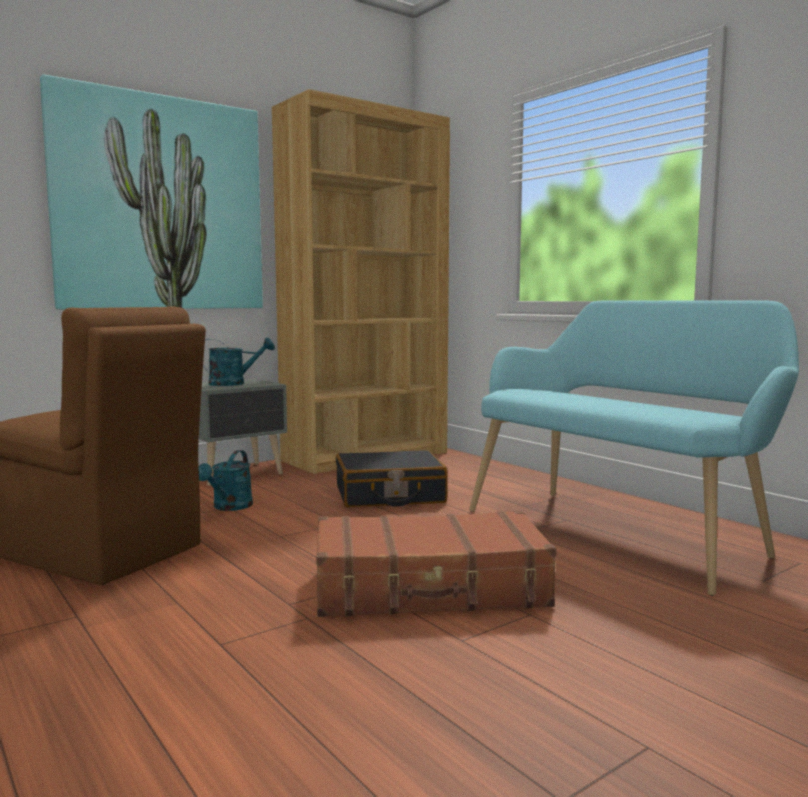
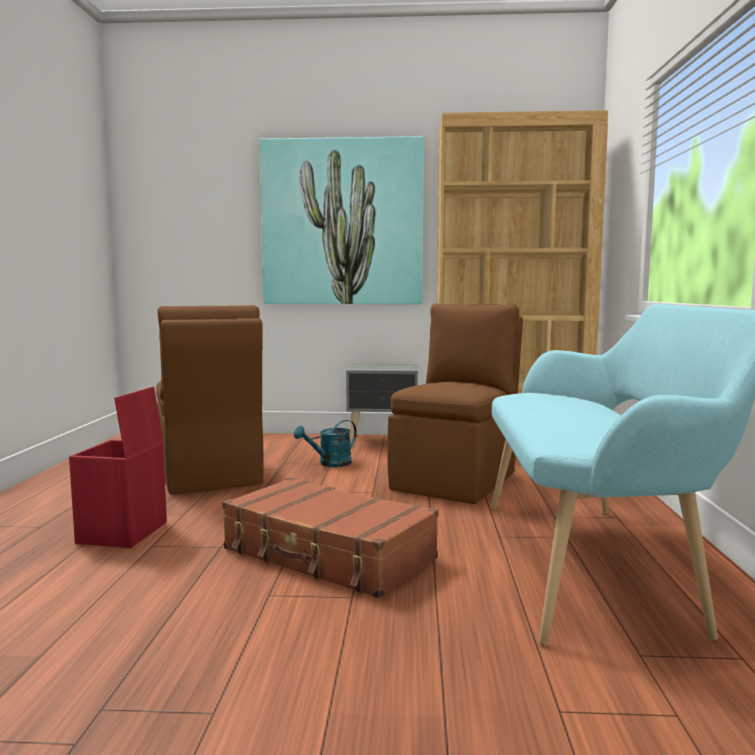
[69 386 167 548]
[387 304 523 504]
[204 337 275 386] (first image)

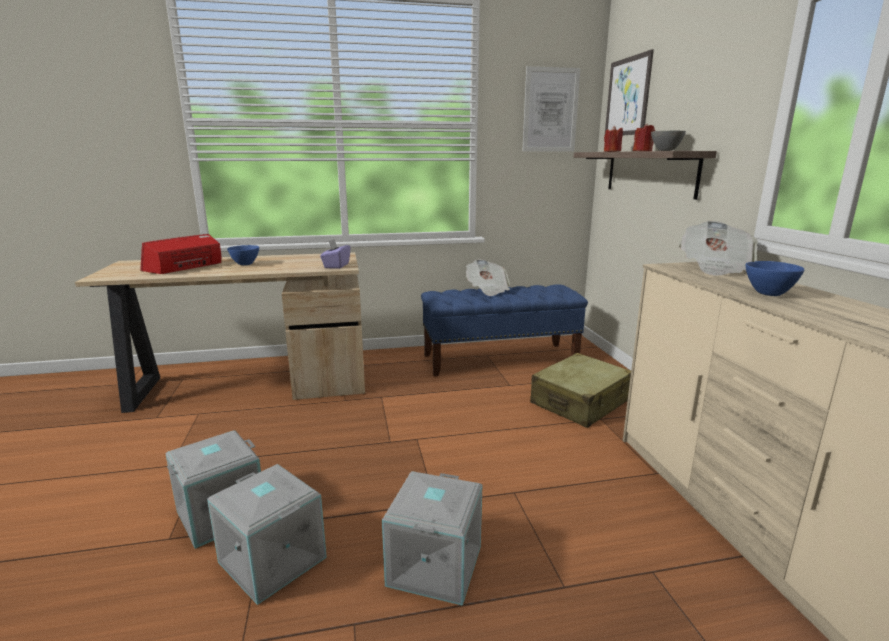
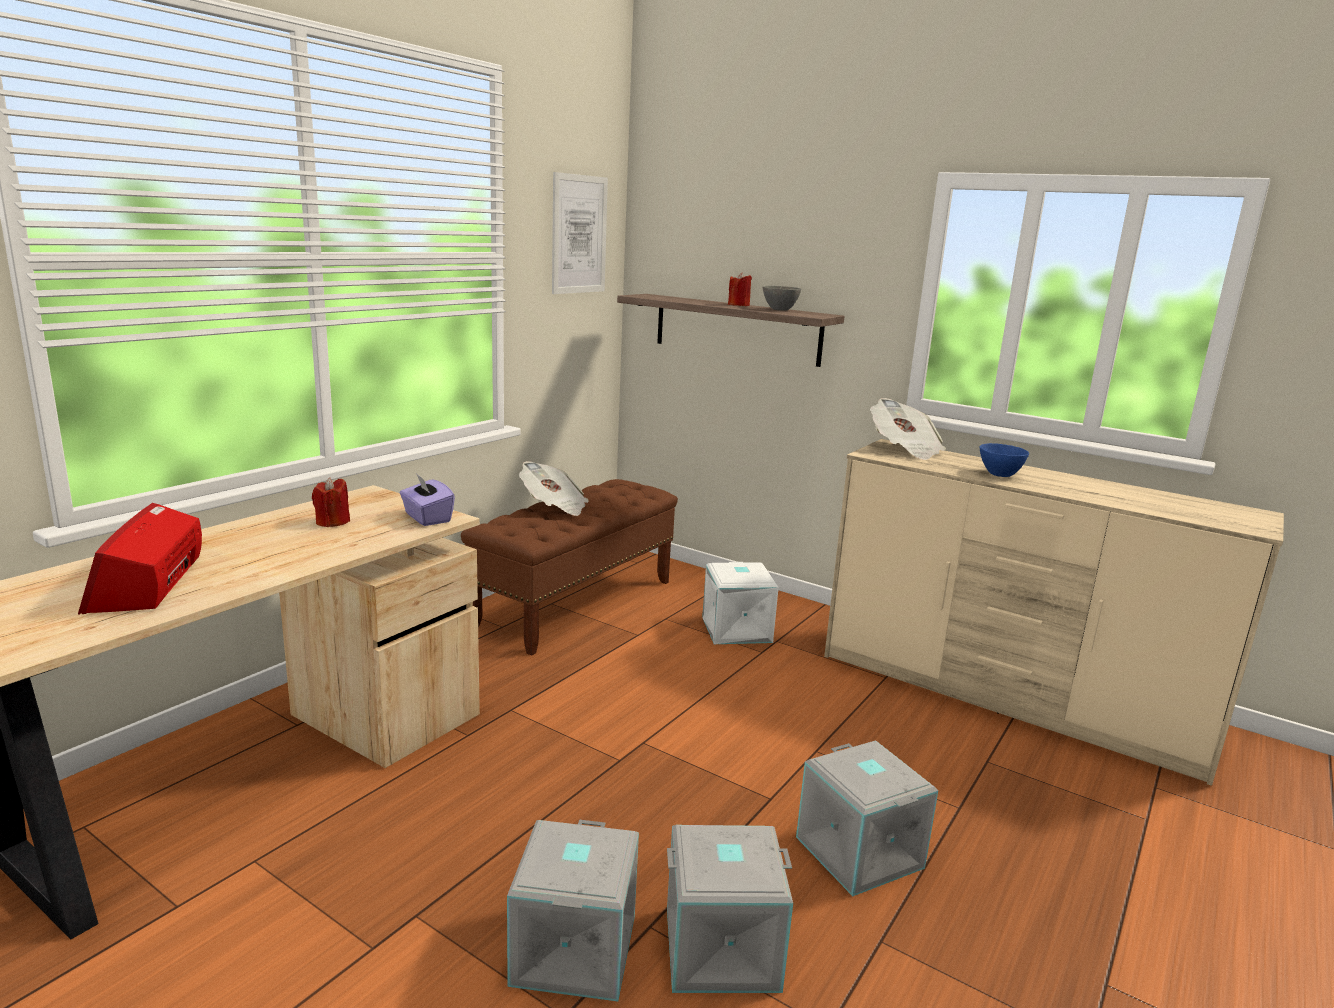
[312 477 350 527]
[461 479 678 656]
[702 562 779 644]
[227 245 259 265] (first image)
[605 49 654 136] (first image)

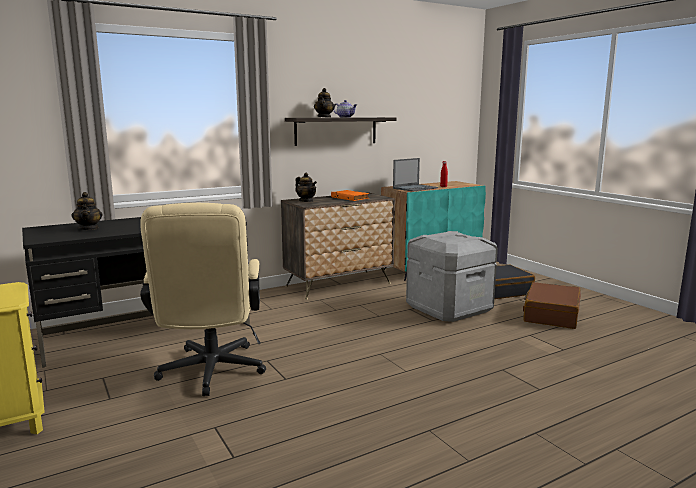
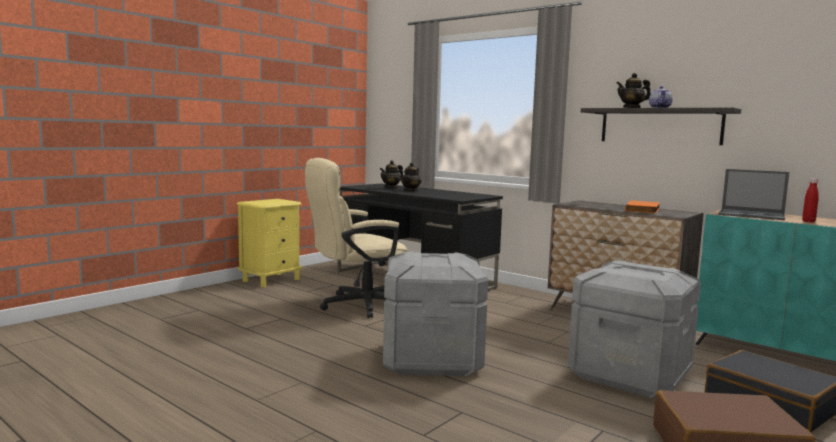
[383 251 488 376]
[401 162 421 192]

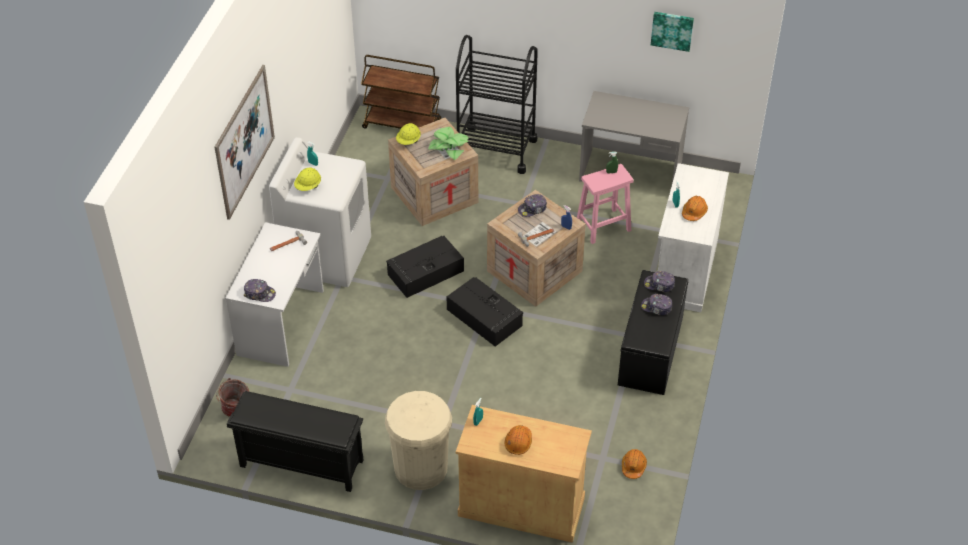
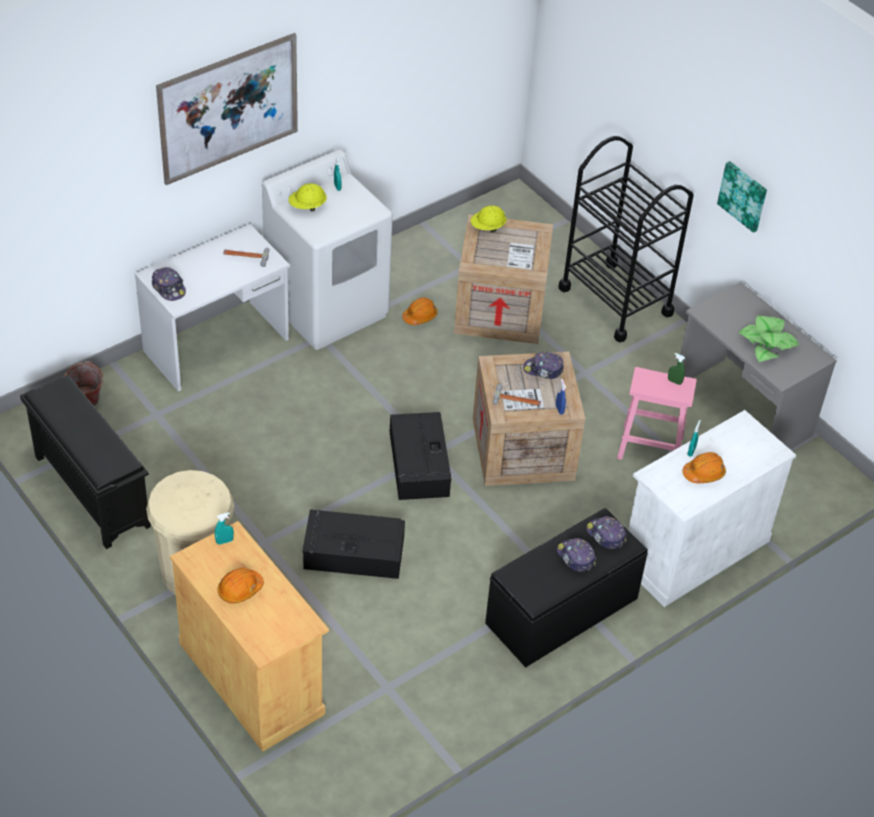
[302 509 405 579]
[402 297 437 325]
[717 161 767 233]
[738 316 799 362]
[361 55 441 129] (first image)

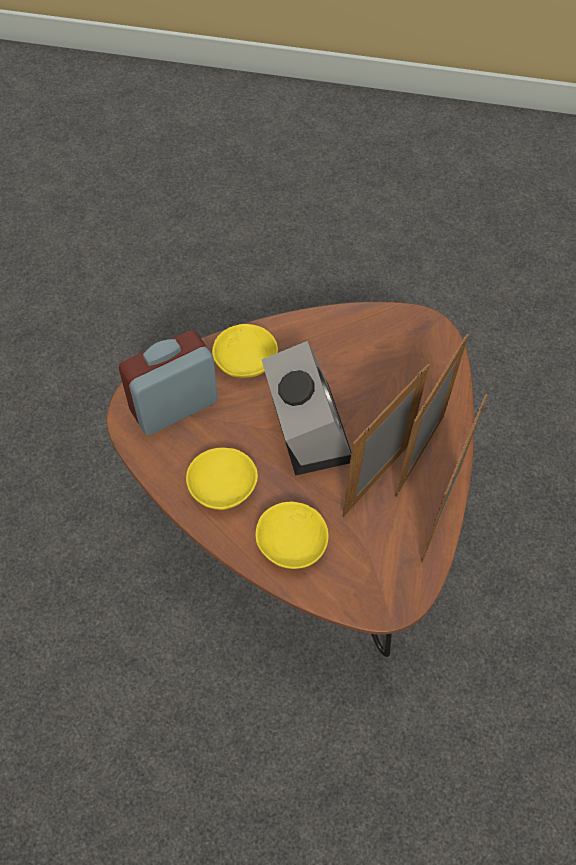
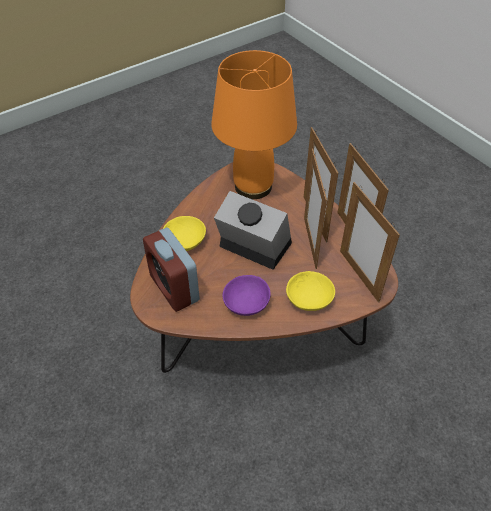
[143 228 200 312]
[211 50 297 199]
[223 275 271 316]
[340 182 400 303]

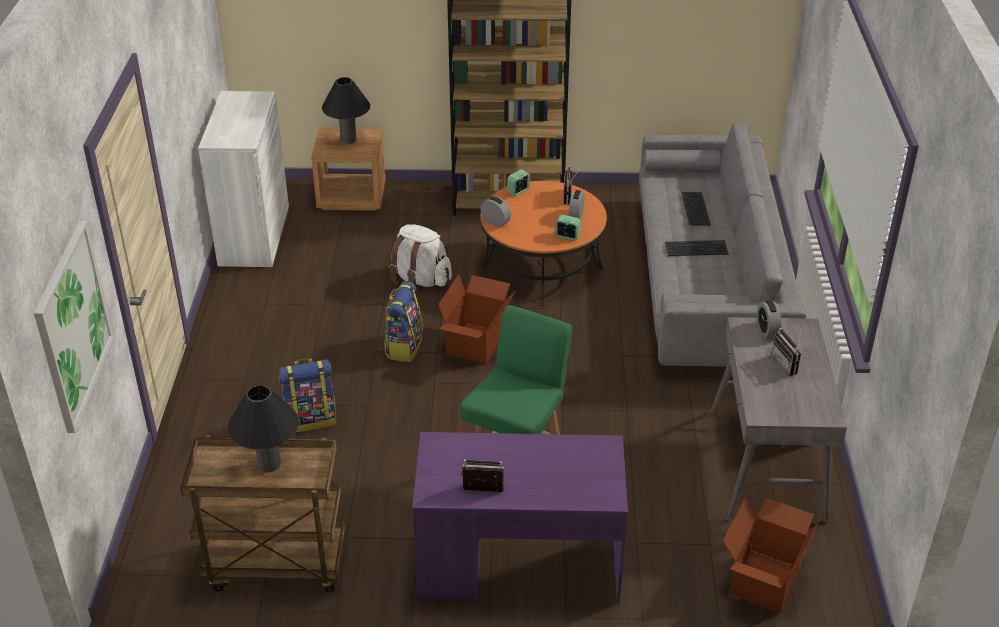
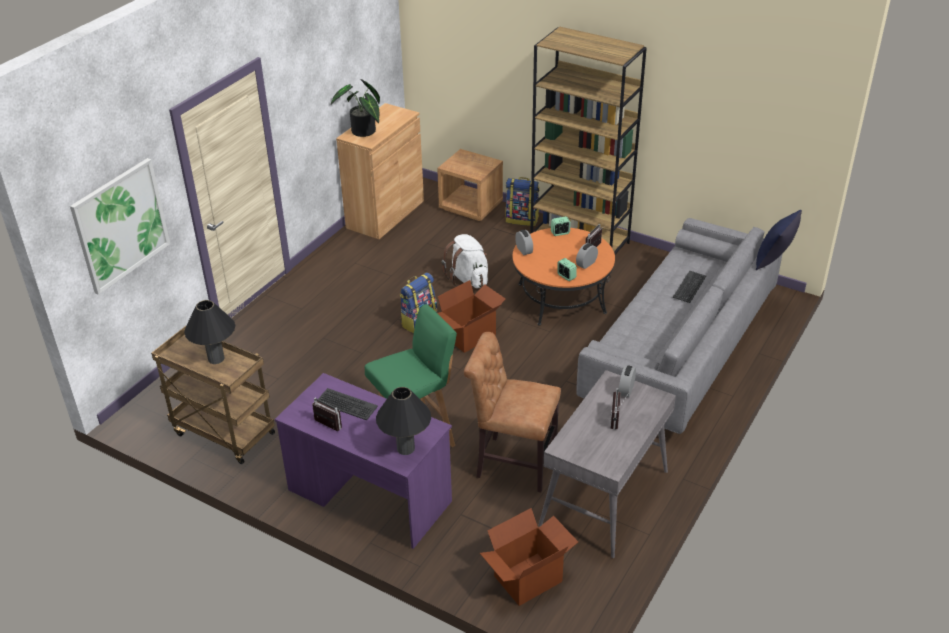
[318 388 378 420]
[331 79 380 137]
[336 103 424 239]
[376 387 431 455]
[464 332 561 493]
[506 177 539 226]
[756 210 802 270]

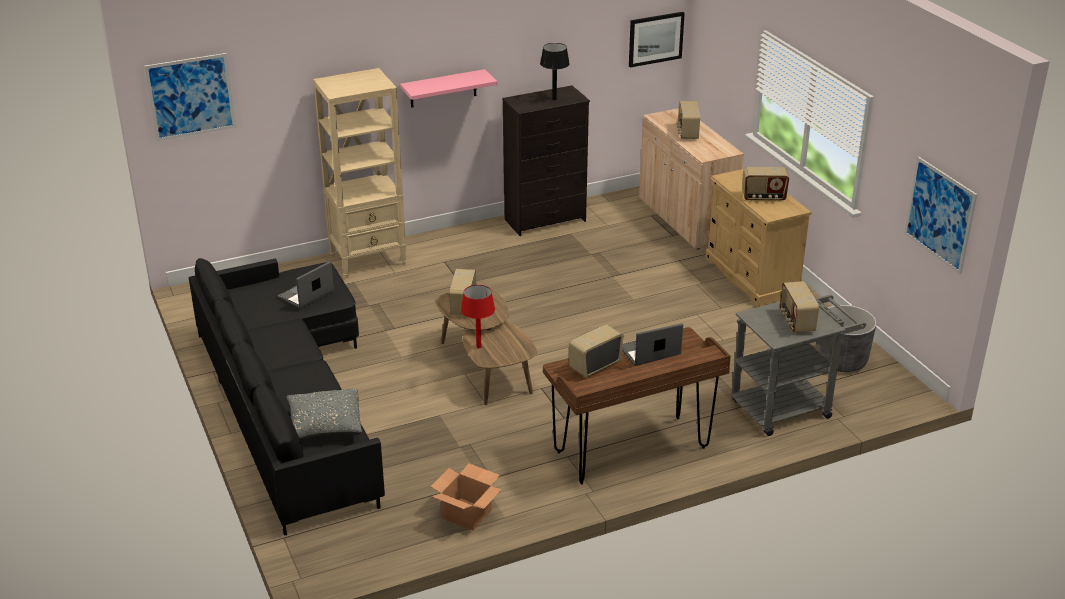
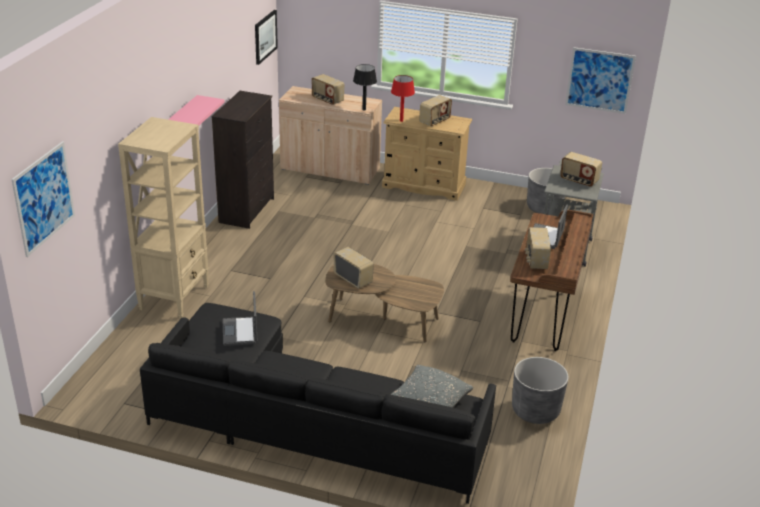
[353 64 377 111]
[391 75 415 122]
[512 357 569 424]

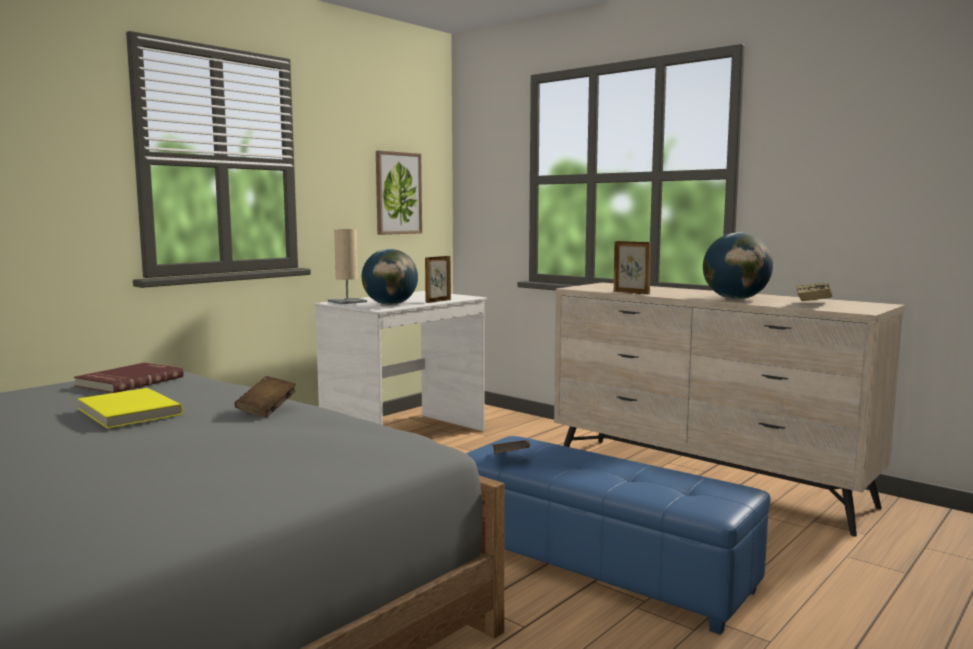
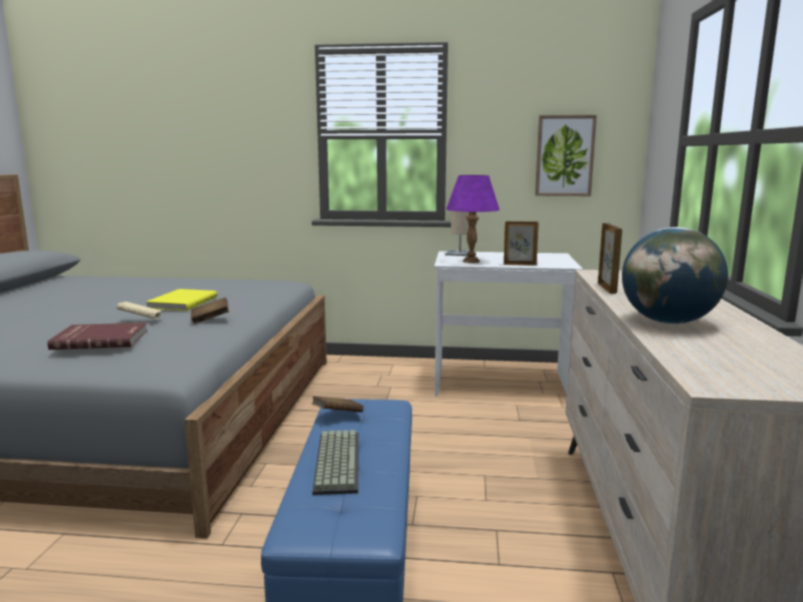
[47 323 148 350]
[116 302 162 319]
[312 430 359 495]
[446 175 500 263]

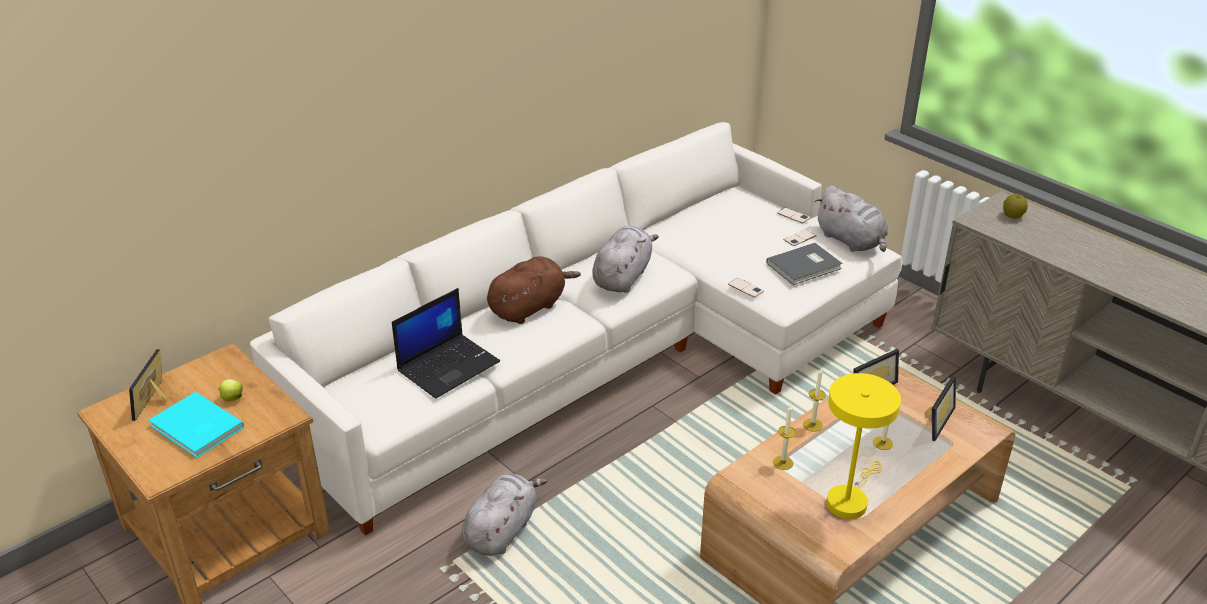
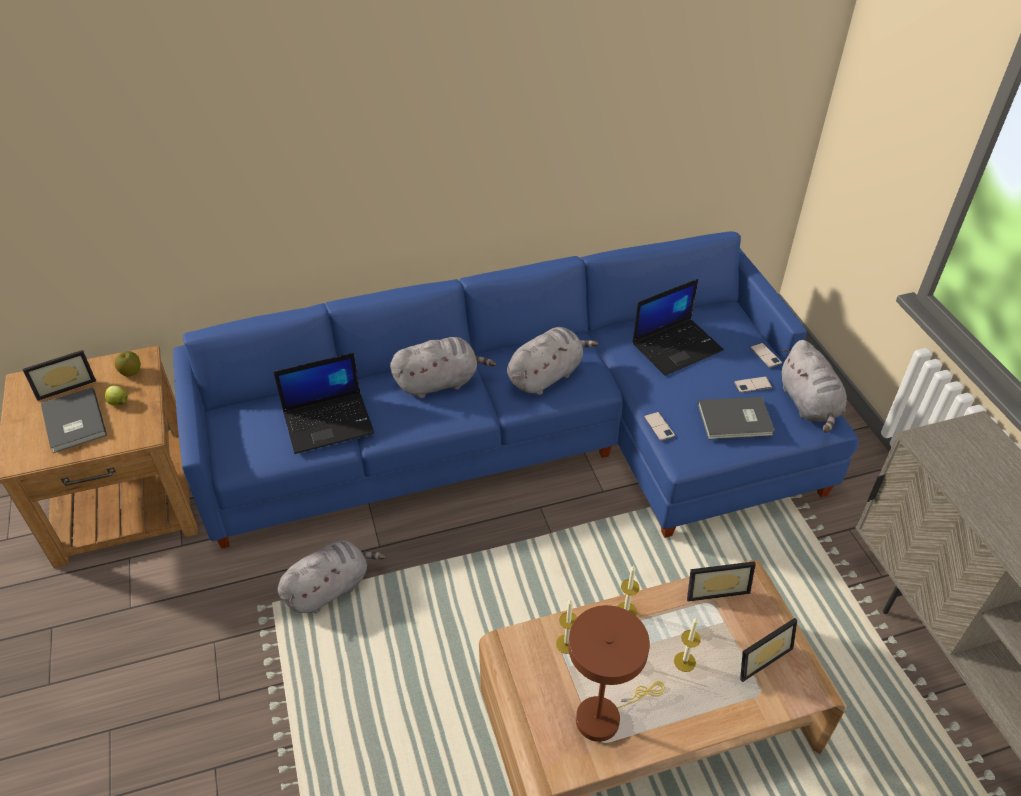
[23 350 96 401]
[41 387 107 453]
[114 351 141 377]
[173 231 859 548]
[390 337 496 398]
[568 605 665 742]
[632 279 724 376]

